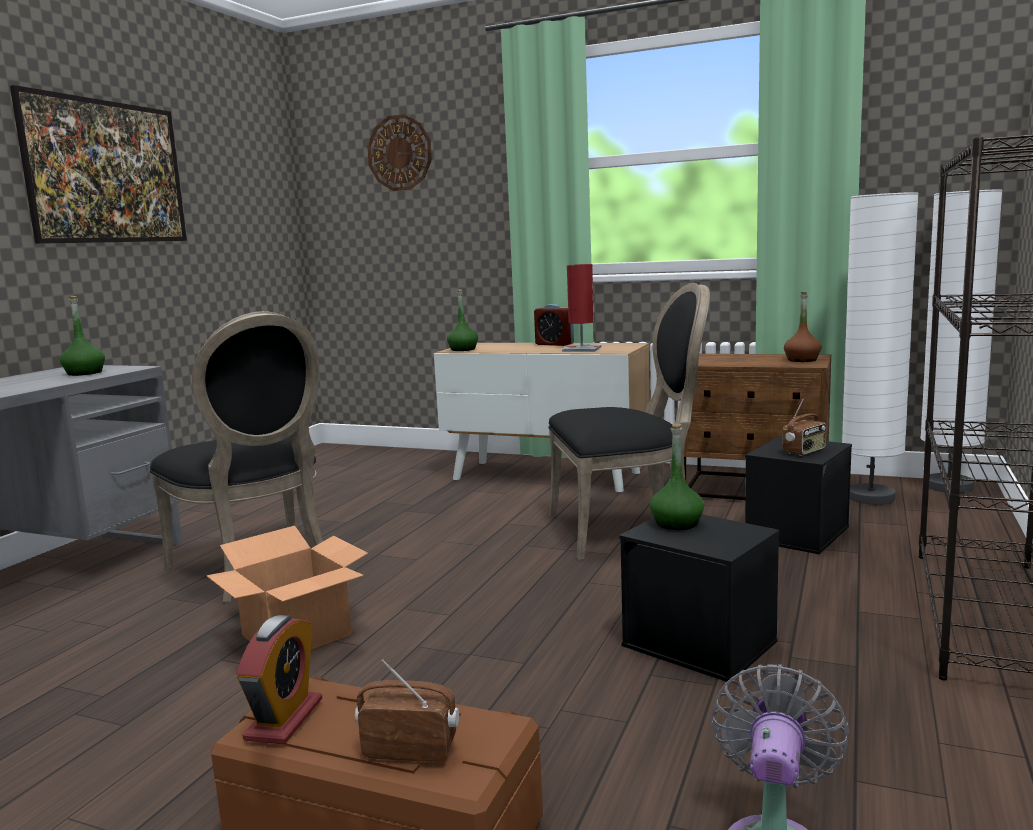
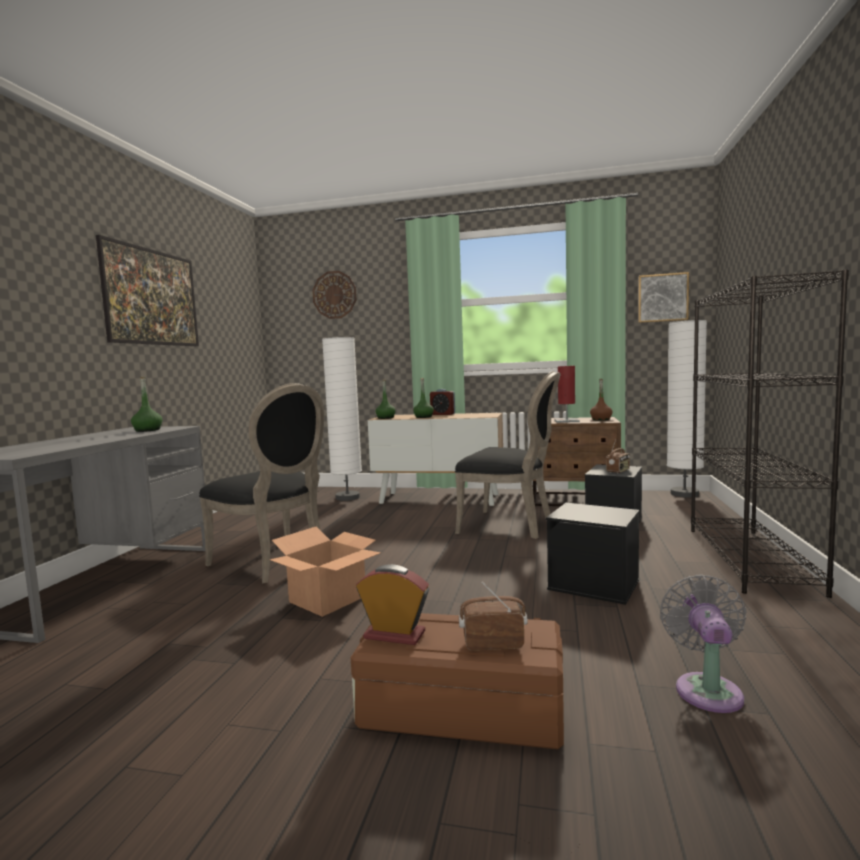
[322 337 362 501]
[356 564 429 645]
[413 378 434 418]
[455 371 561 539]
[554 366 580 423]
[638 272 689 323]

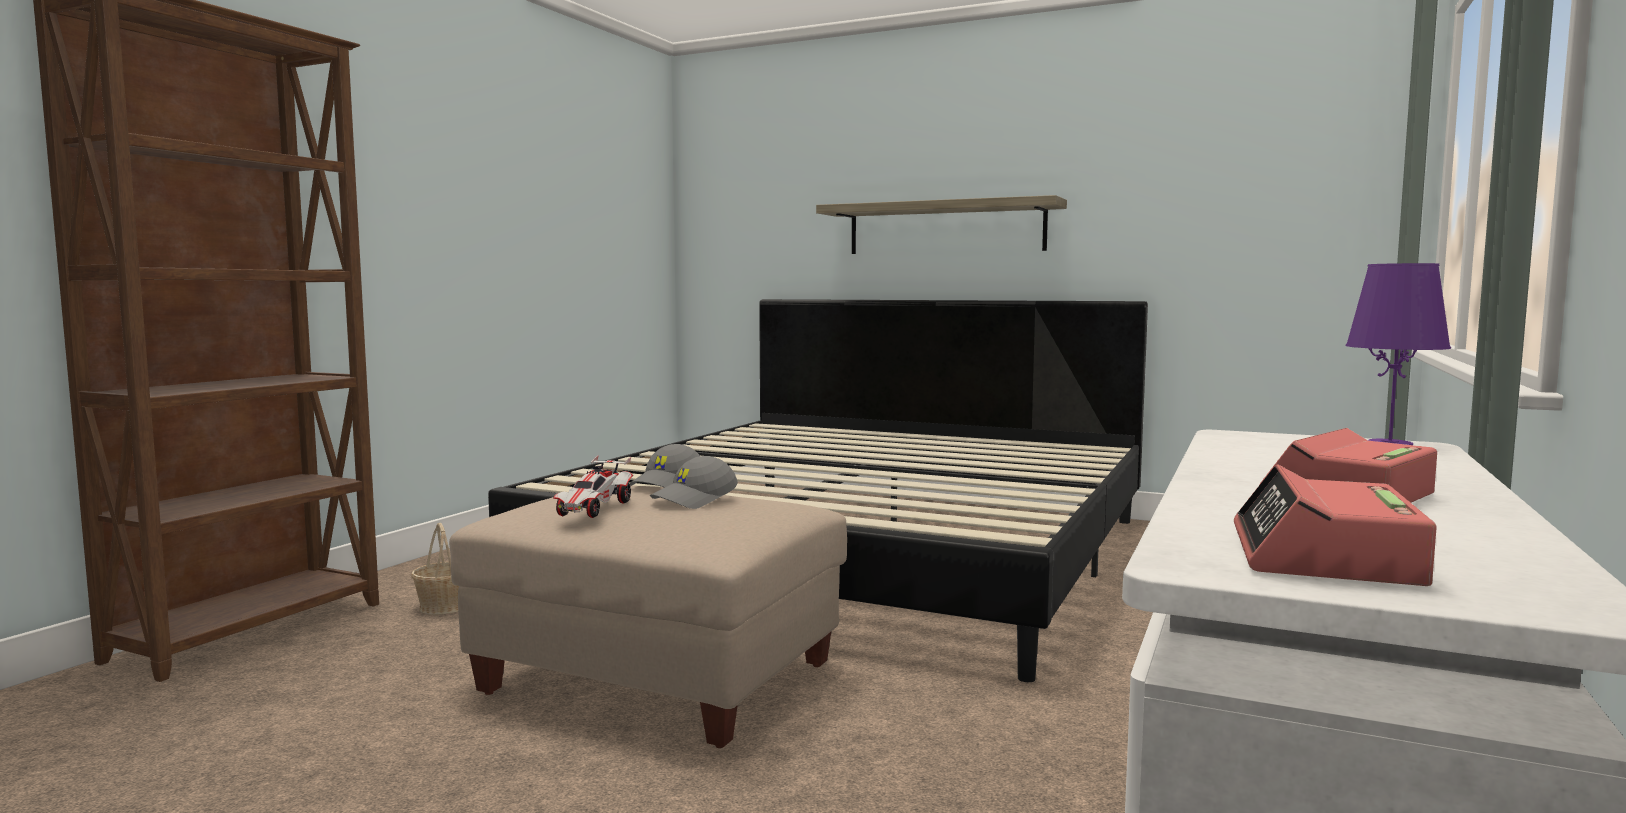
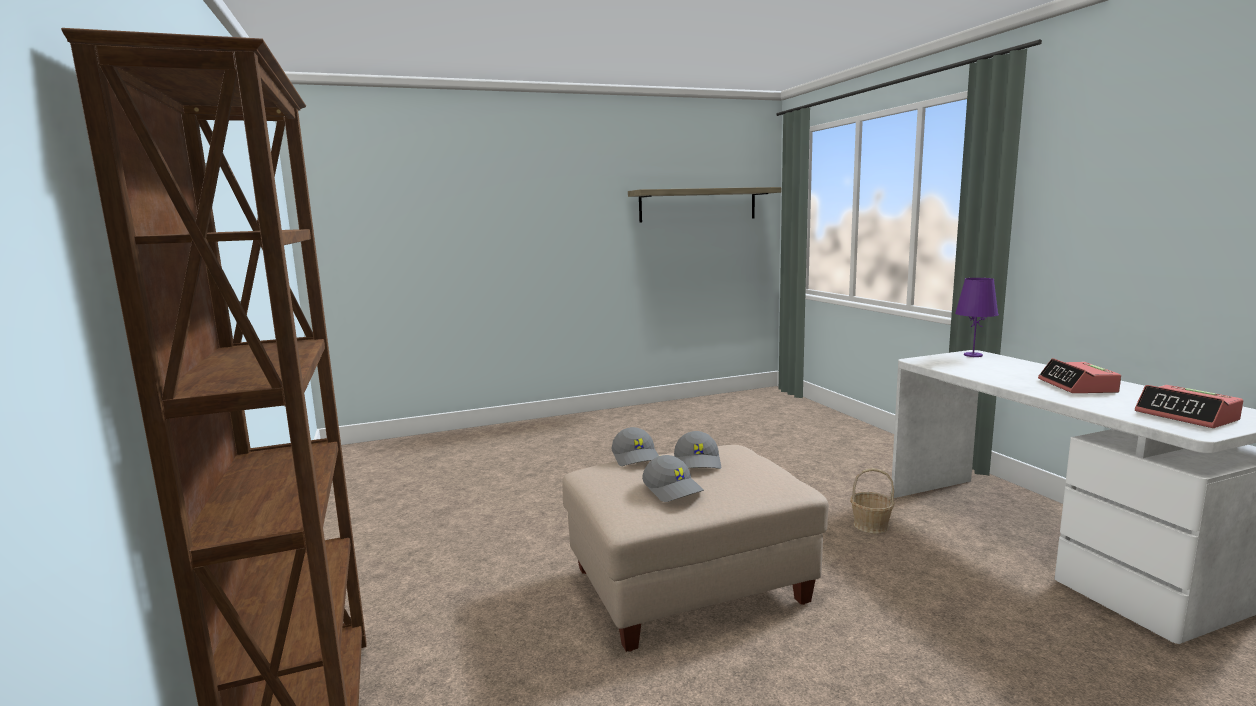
[628 187 782 222]
[642 455 704 502]
[850 468 895 533]
[488 299 1148 682] (first image)

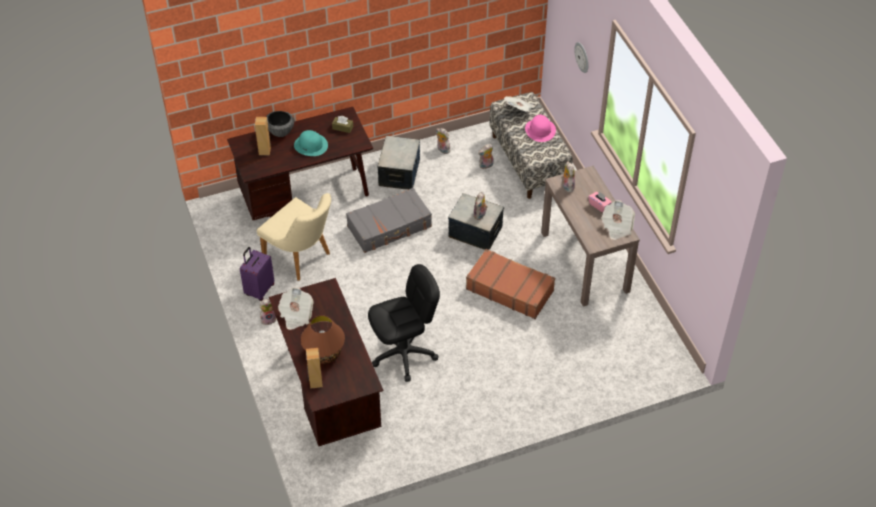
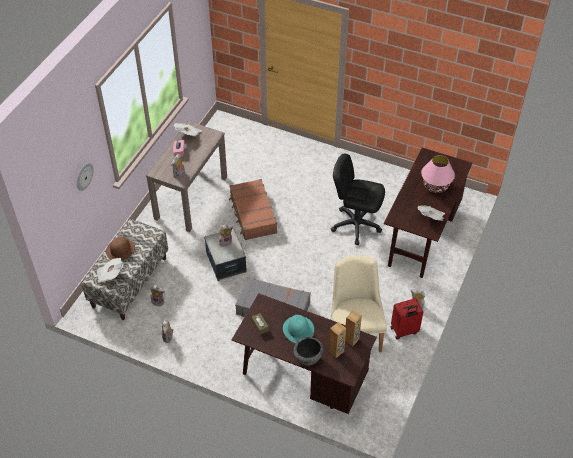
[106 236 135 261]
[345 310 362 346]
[391 298 423 339]
[421 155 455 193]
[377 136 420 190] (first image)

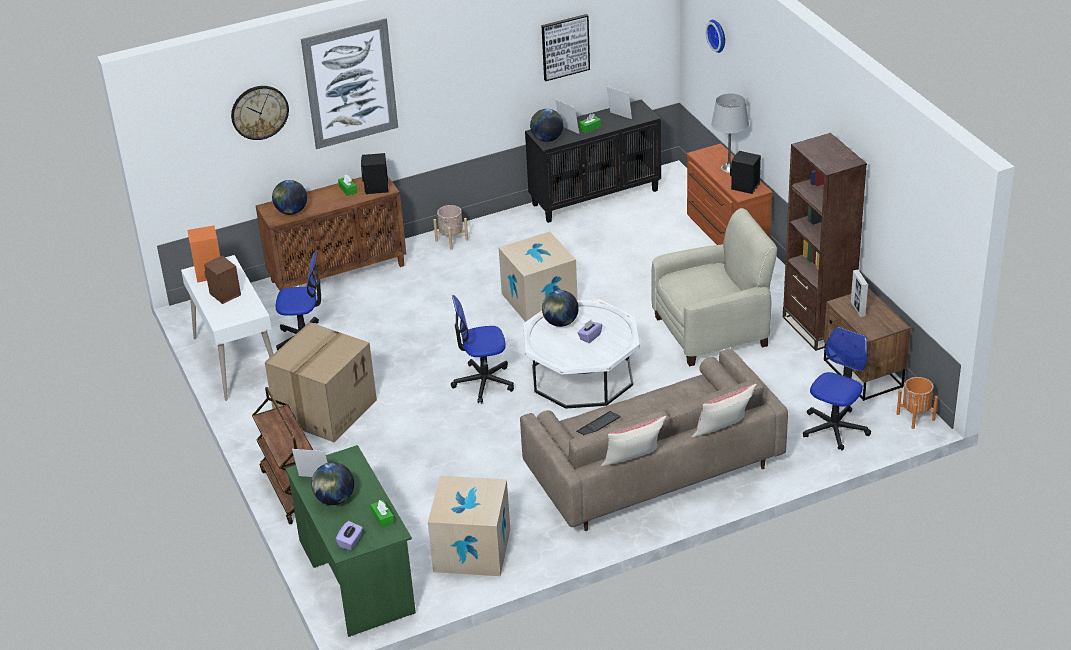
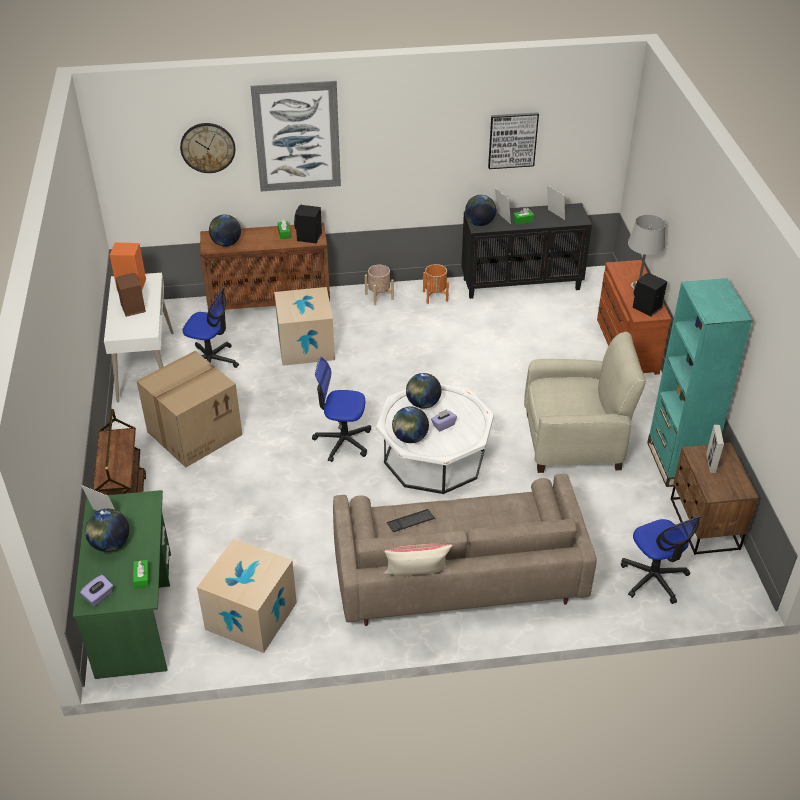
[274 287 335 366]
[392 407 429 443]
[423 264 449 304]
[621 516 701 604]
[647 278 753 487]
[692 384 756 438] (first image)
[706 20 725 53] (first image)

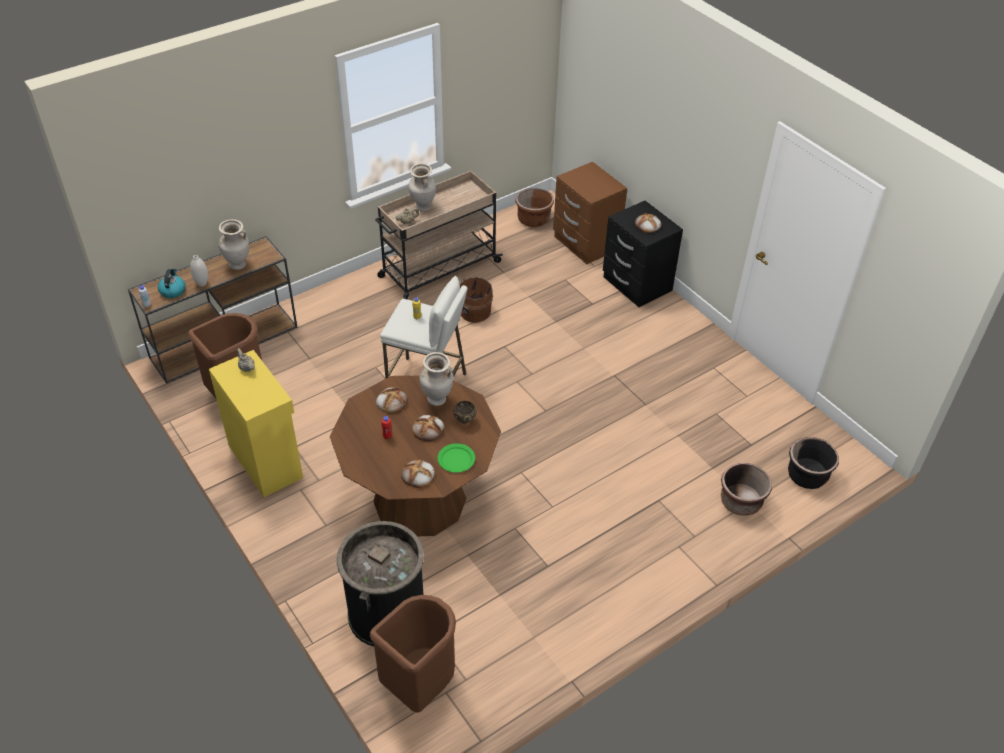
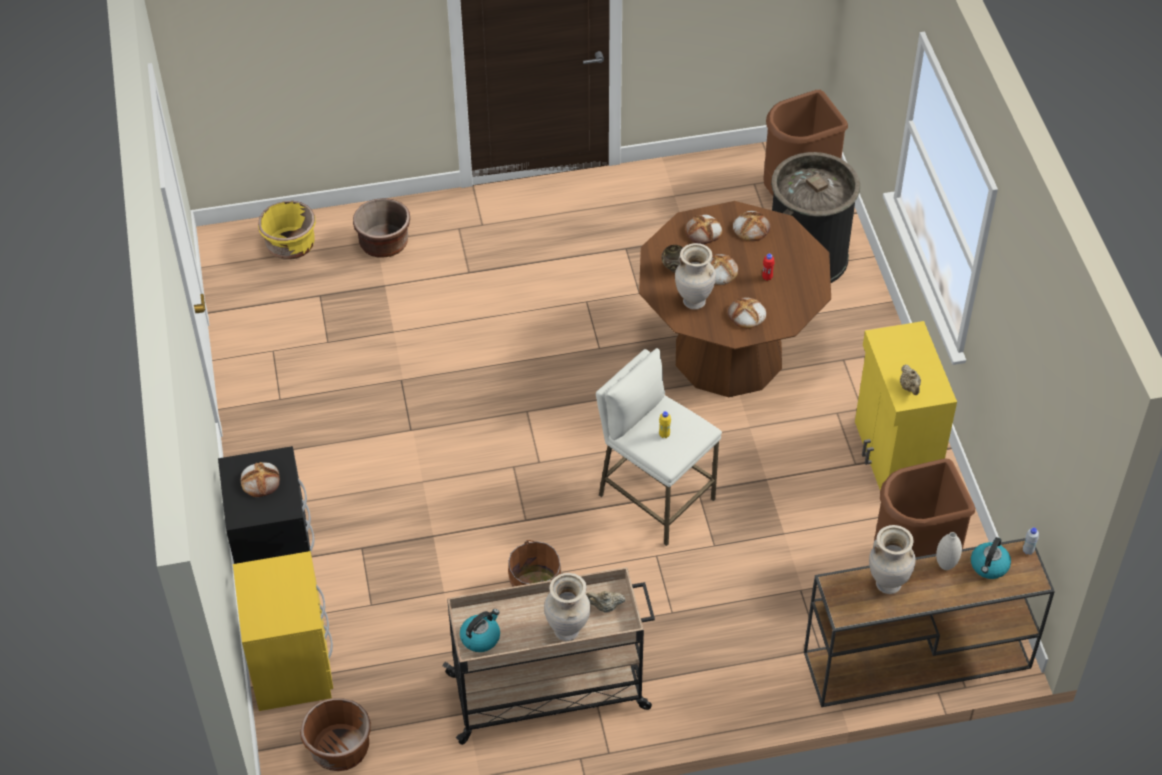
[233 551 333 711]
[258 201 316 260]
[460 609 500 652]
[685 215 722 244]

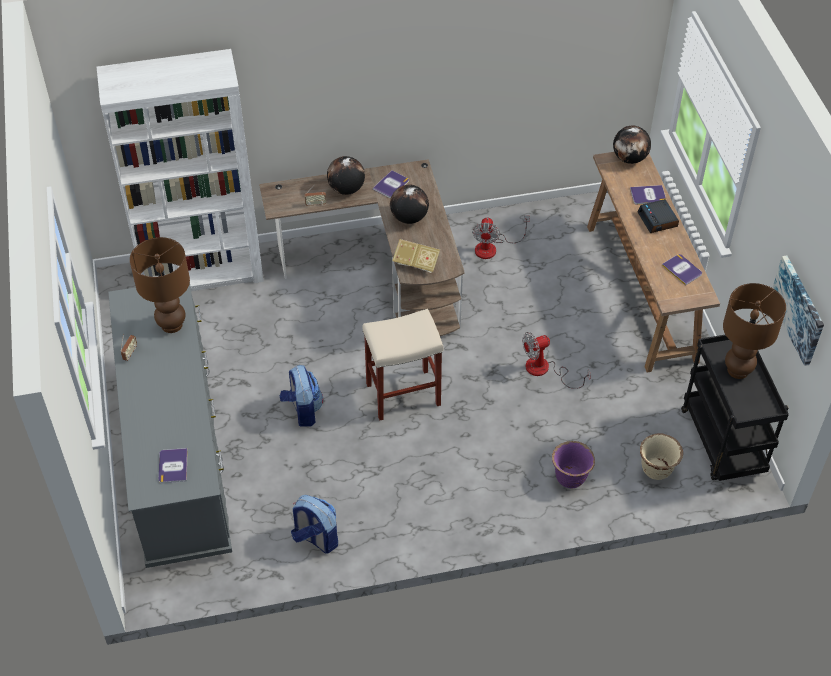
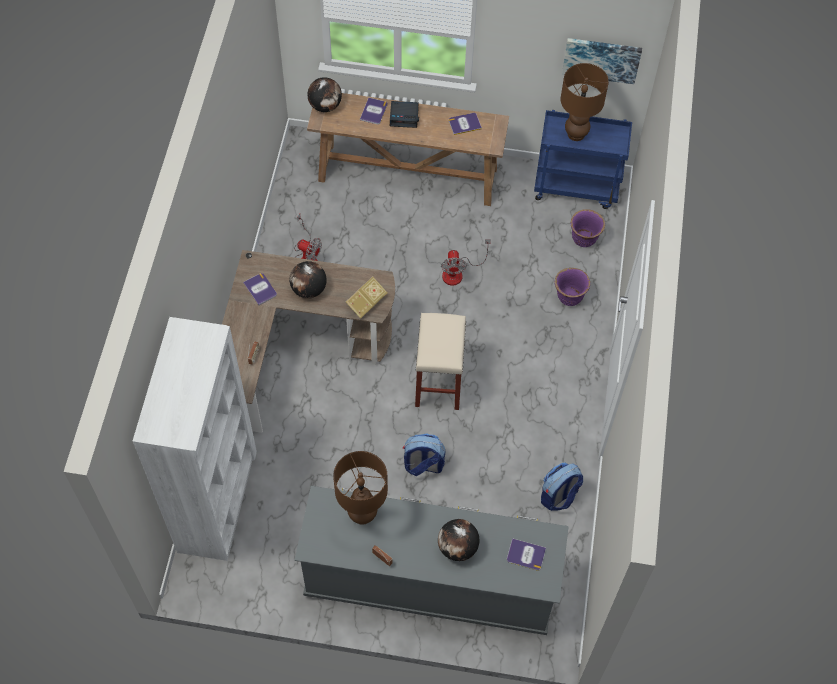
[438 519 480 561]
[534 110 632 209]
[571 209 605 247]

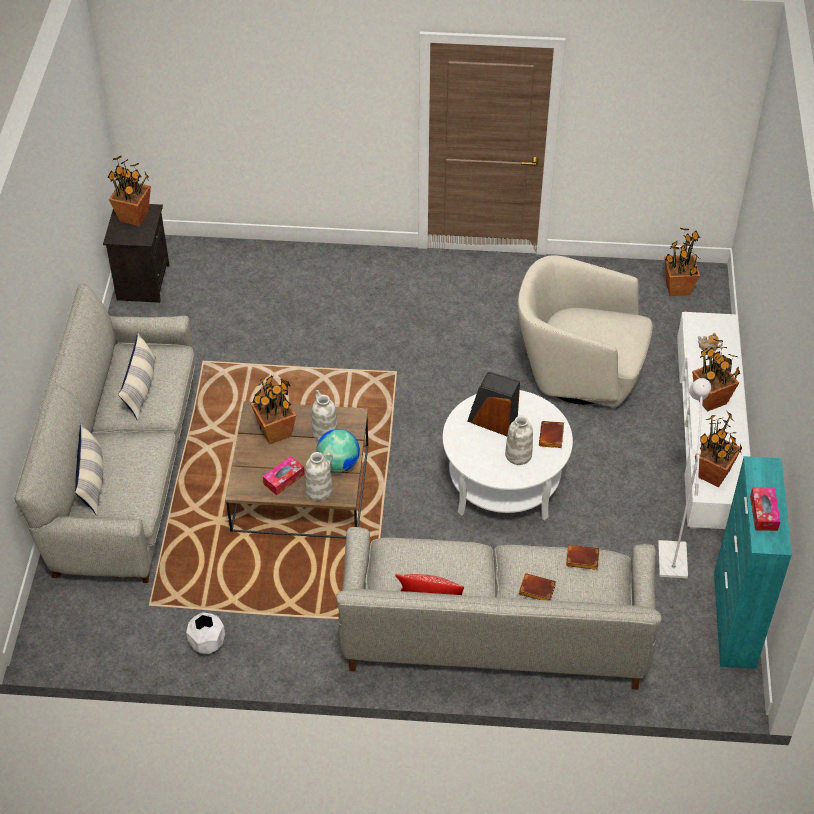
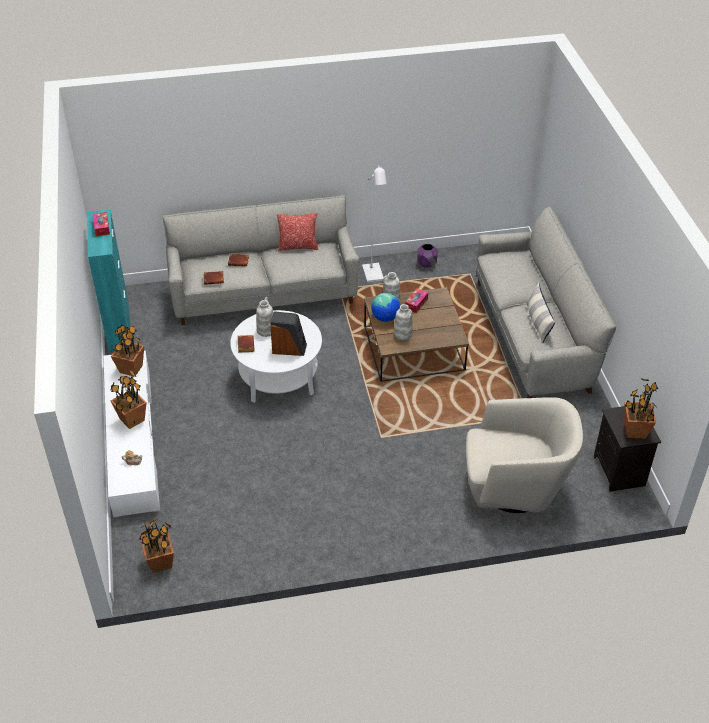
[362 165 387 282]
[417 244 438 267]
[466 397 583 513]
[75 423 103 516] (first image)
[251 375 296 445] (first image)

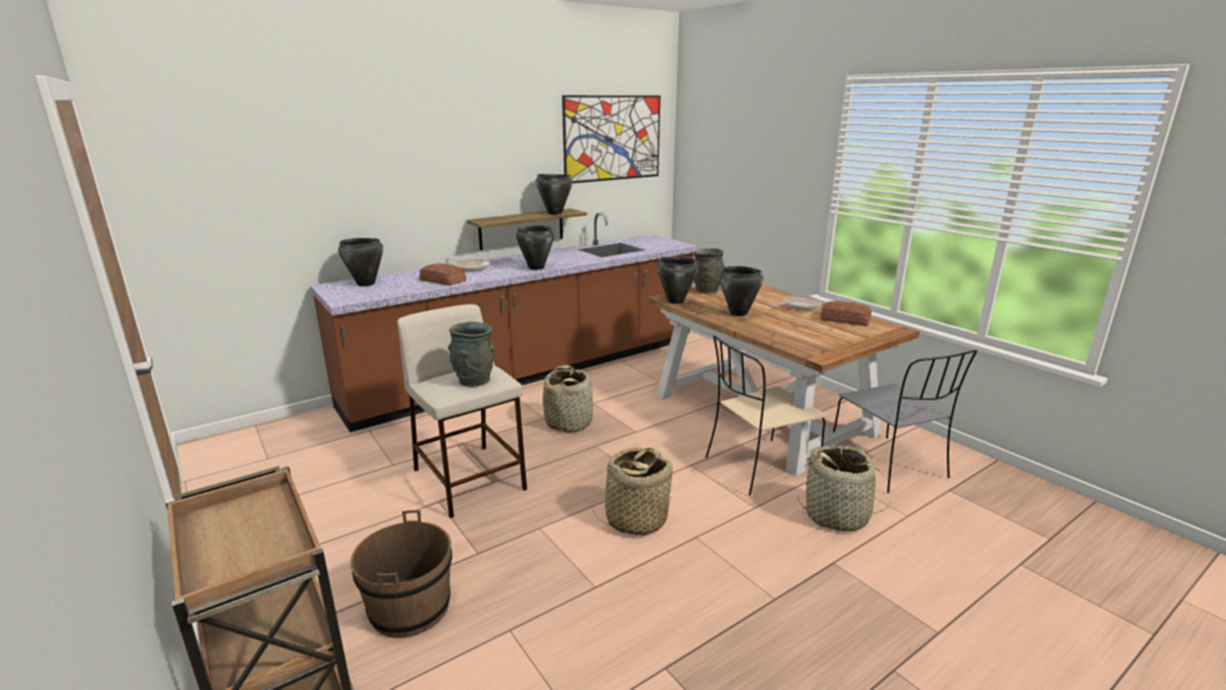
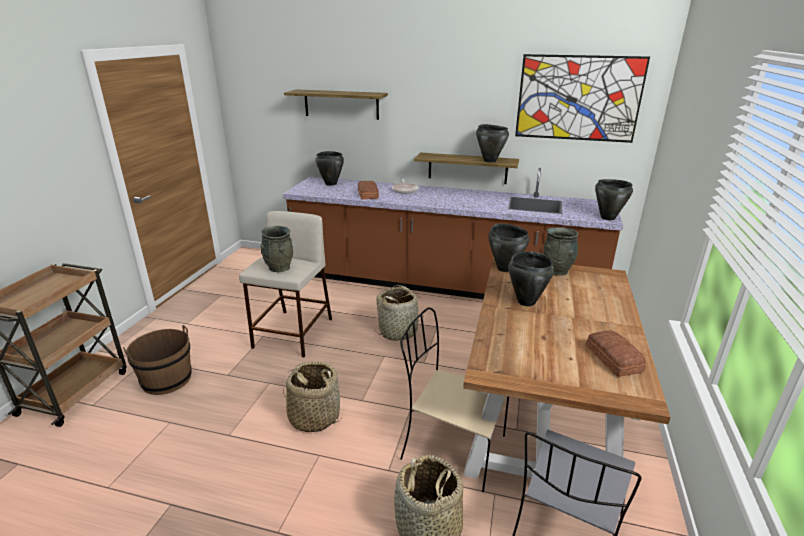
[284 89 388 120]
[595 179 633 220]
[770 295 821 310] (first image)

